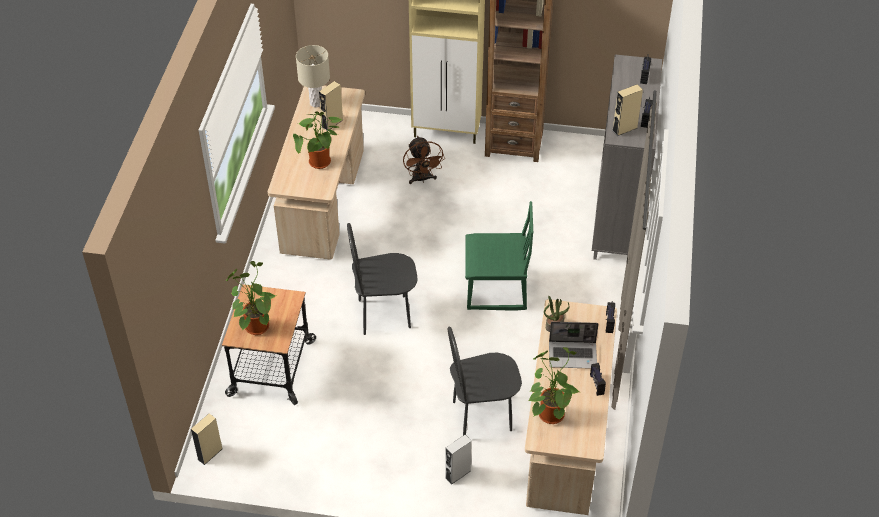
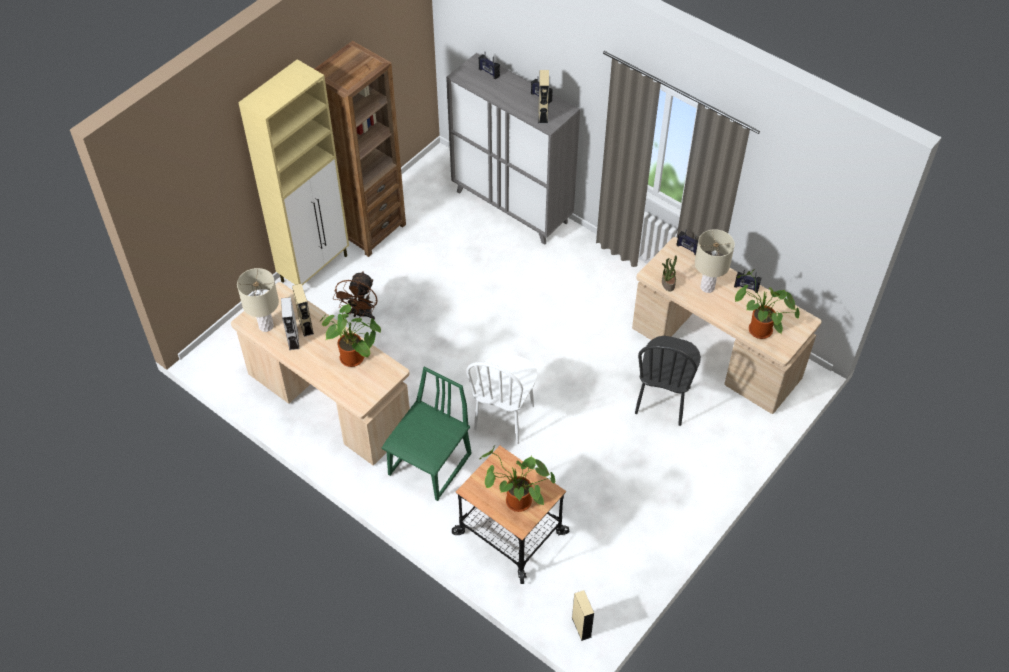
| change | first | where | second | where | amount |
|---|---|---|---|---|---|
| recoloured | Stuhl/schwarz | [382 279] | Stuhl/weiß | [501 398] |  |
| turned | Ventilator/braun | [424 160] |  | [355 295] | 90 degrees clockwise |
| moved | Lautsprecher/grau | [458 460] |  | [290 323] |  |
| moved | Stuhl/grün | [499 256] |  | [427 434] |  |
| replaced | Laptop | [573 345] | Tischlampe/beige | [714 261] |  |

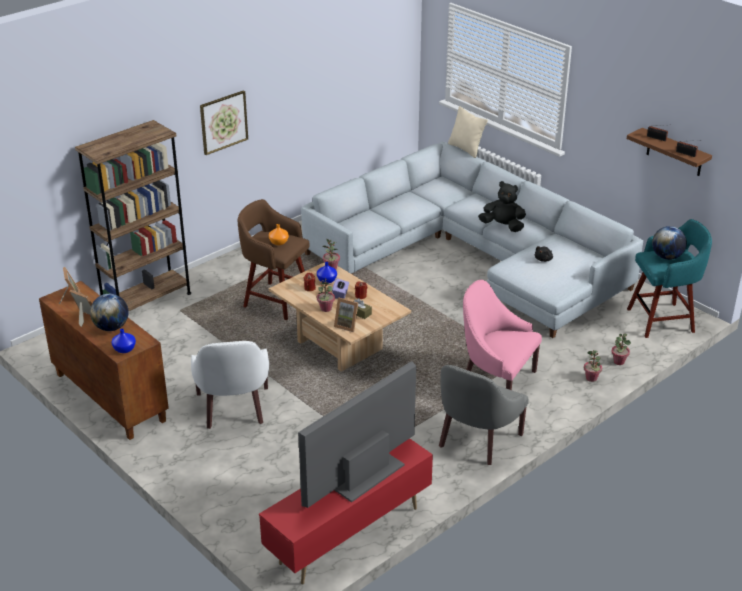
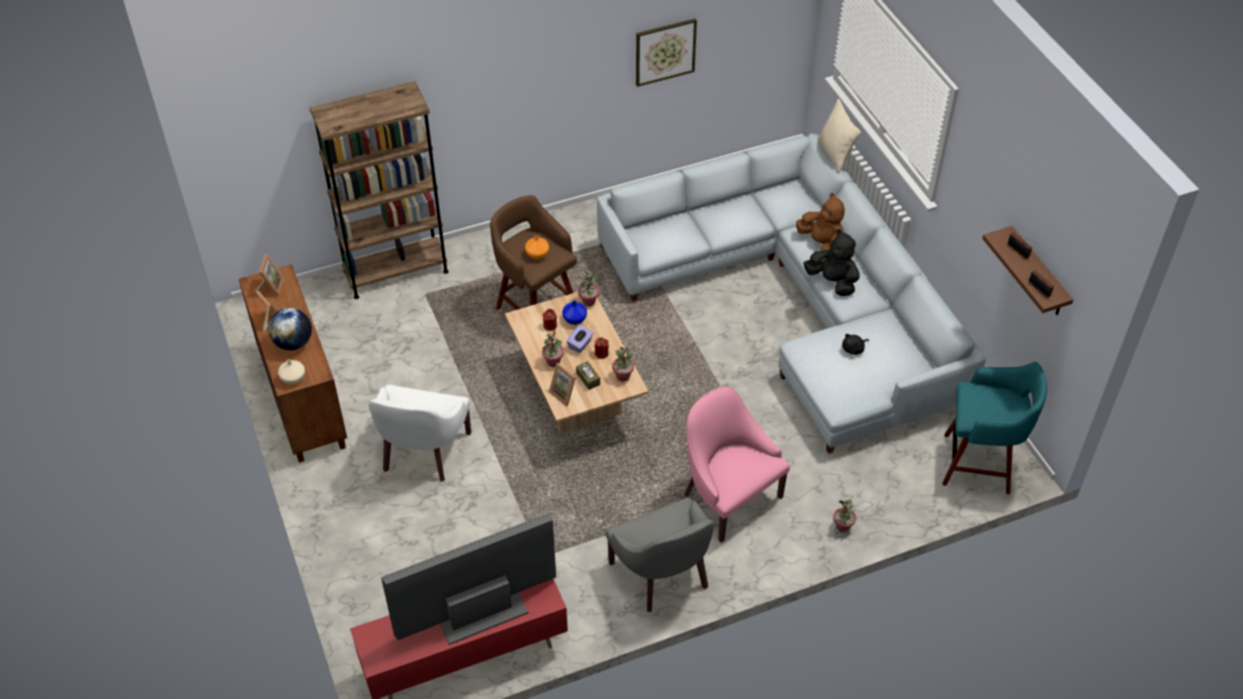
| change | first | where | second | where | amount |
|---|---|---|---|---|---|
| recoloured | Vase/blau | [124 341] | Vase/beige | [291 372] |  |
| moved | Bild | [224 122] |  | [666 52] |  |
| turned | Sessel/grau | [484 415] |  | [660 555] | 75 degrees counterclockwise |
| moved | Topfpflanze | [621 349] |  | [623 364] |  |
| removed | Globus | [669 243] |  |  |  |
| added |  |  | Plüschtier/braun | [820 222] |  |

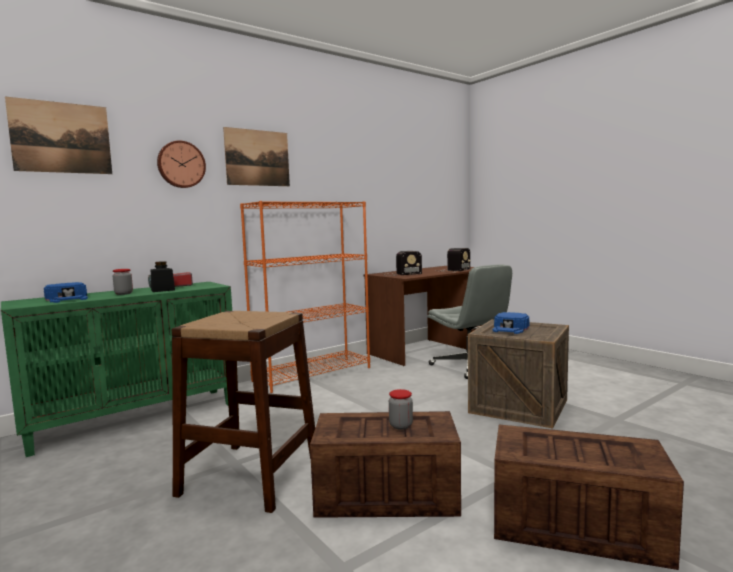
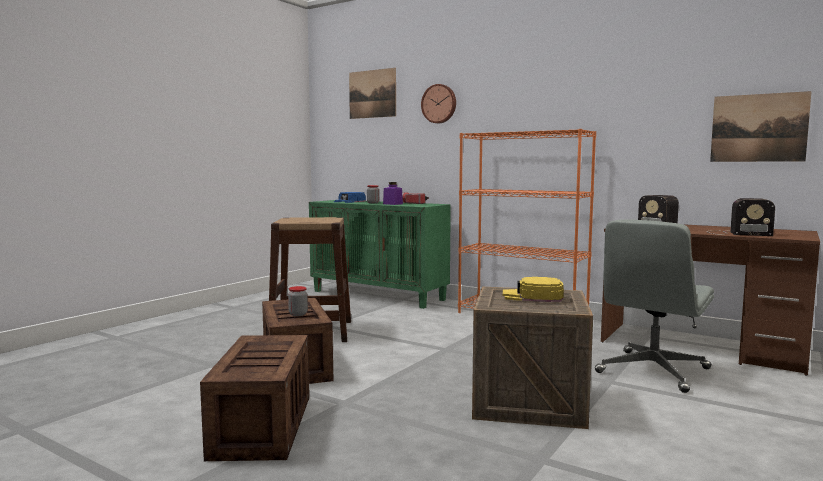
| change | first | where | second | where | amount |
|---|---|---|---|---|---|
| recoloured | Vorratsglas/schwarz | [163 276] | Vorratsglas/lila | [393 193] |  |
| moved | Bild | [256 156] |  | [761 126] |  |
| recoloured | Kappe/blau | [511 323] | Kappe/gelb | [533 289] |  |

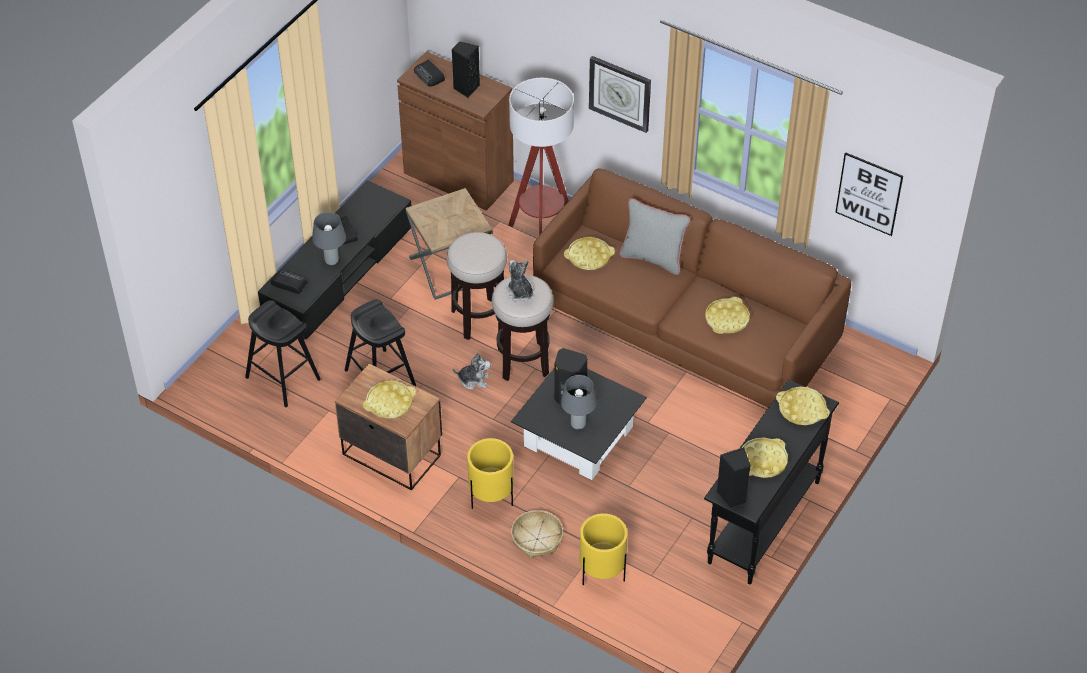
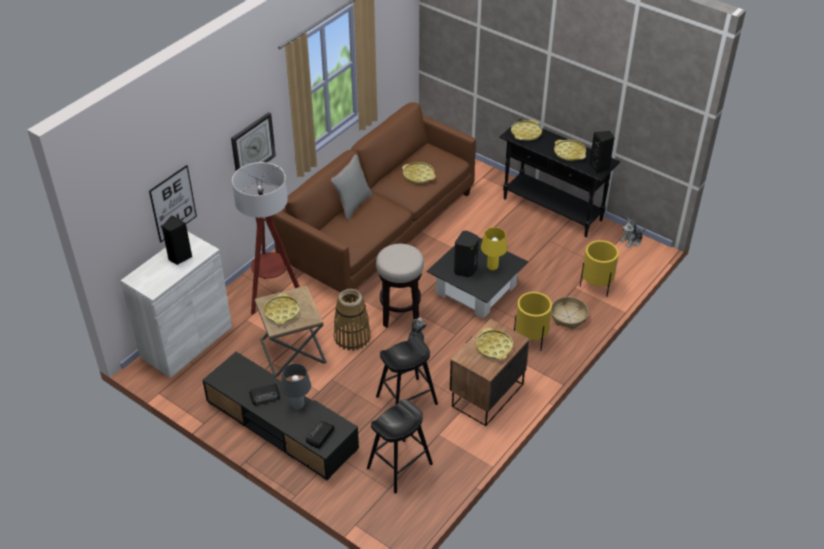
| change | first | where | second | where | amount |
|---|---|---|---|---|---|
| recoloured | Schrank/braun | [455 131] | Schrank/weiß | [176 304] |  |
| removed | Radio | [429 73] |  |  |  |
| replaced | Hocker | [477 286] | Korb | [352 320] |  |
| moved | Plüschtier | [518 281] |  | [632 233] |  |
| recoloured | Tischlampe/grau | [579 402] | Tischlampe/gelb | [494 248] |  |
| moved | Tablett/gelb | [589 253] |  | [282 308] |  |
| moved | Bild | [869 194] |  | [173 203] |  |

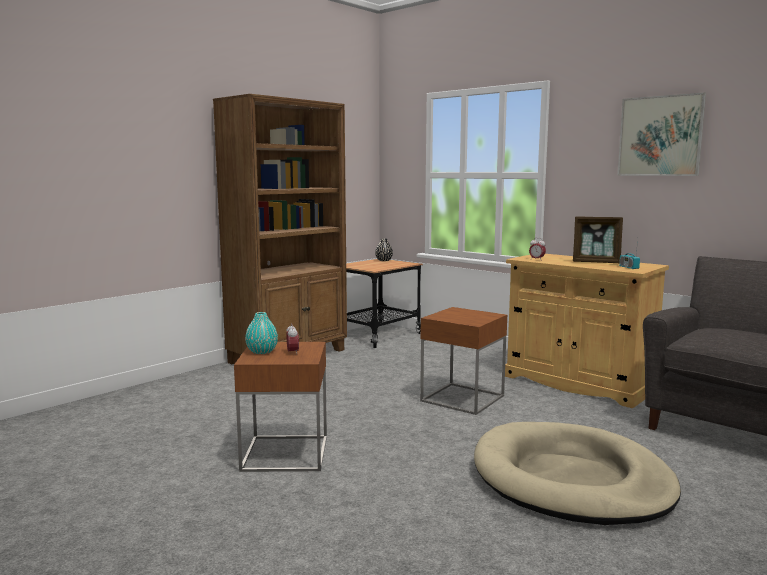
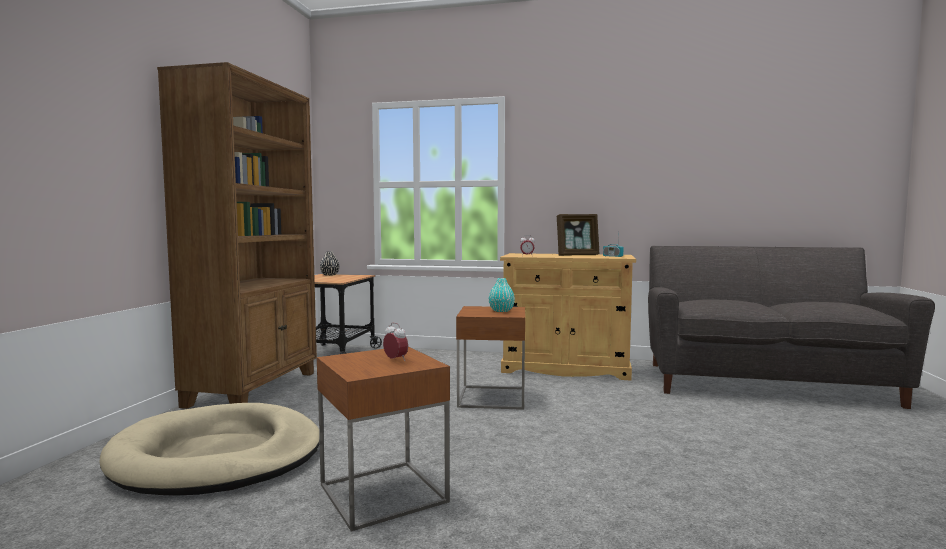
| change | first | where | second | where | amount |
|---|---|---|---|---|---|
| moved | Vase/türkis | [261 333] |  | [502 295] |  |
| moved | Hundebett/beige | [577 473] |  | [210 449] |  |
| removed | Bild | [662 134] |  |  |  |

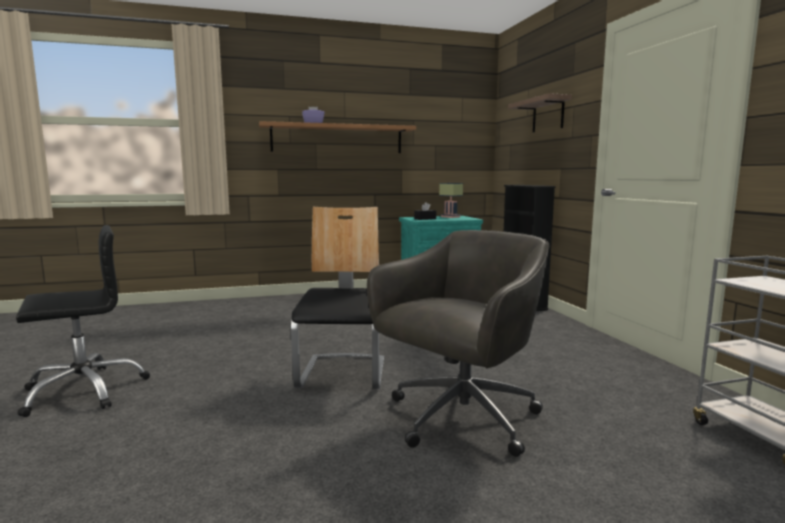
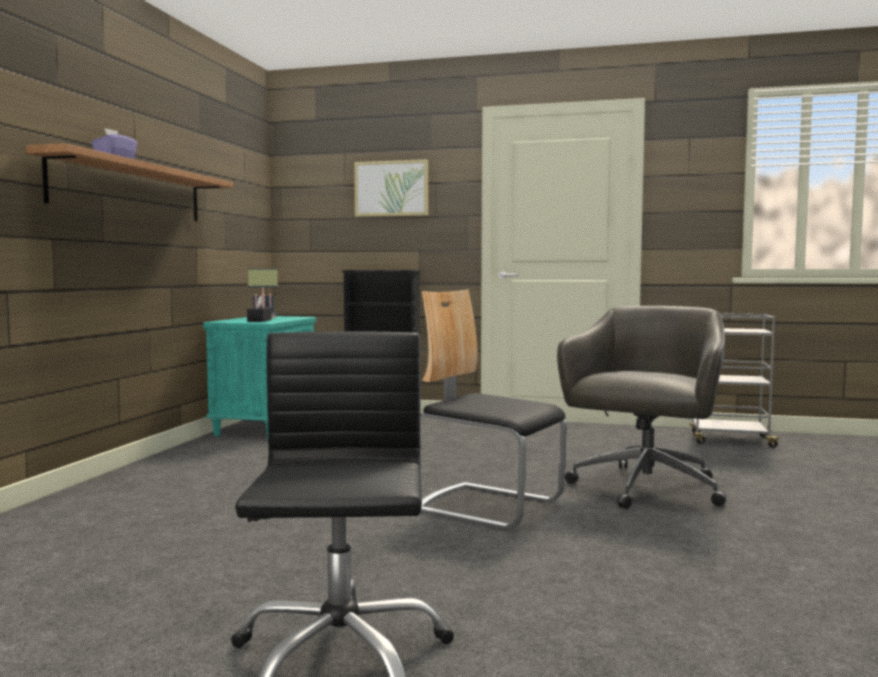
| change | first | where | second | where | amount |
|---|---|---|---|---|---|
| turned | Bürostuhl/grau | [458 343] |  | [641 407] | 45 degrees clockwise |
| replaced | Wandregal | [540 113] | Bild | [391 188] |  |

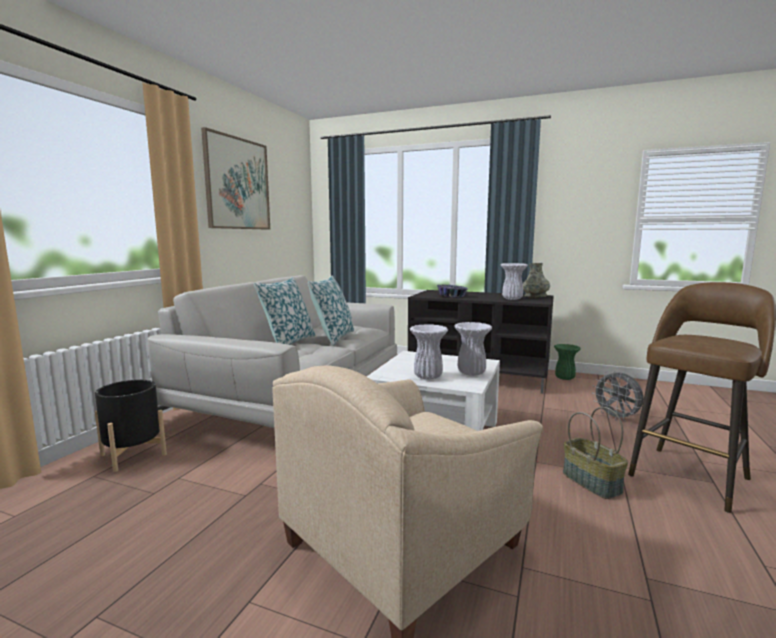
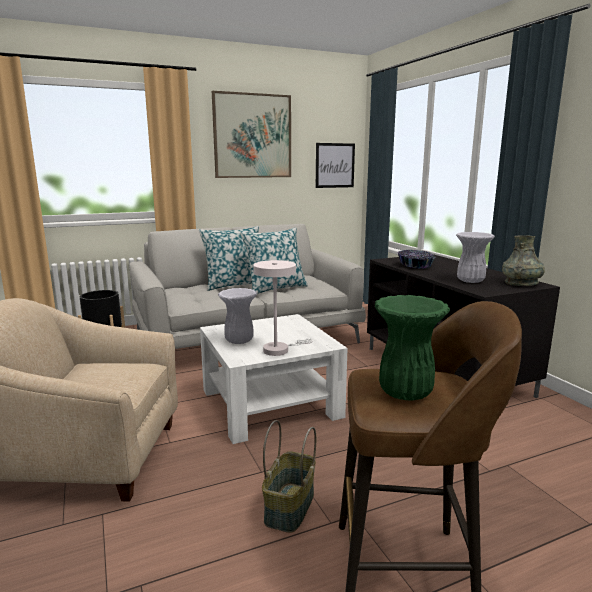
| change | first | where | second | where | amount |
|---|---|---|---|---|---|
| replaced | Vase/weiß | [473 349] | Tischlampe/weiß | [283 308] |  |
| moved | Vase/grün | [567 362] |  | [412 347] |  |
| removed | Ventilator/grau | [618 396] |  |  |  |
| added |  |  | Bild | [335 165] |  |

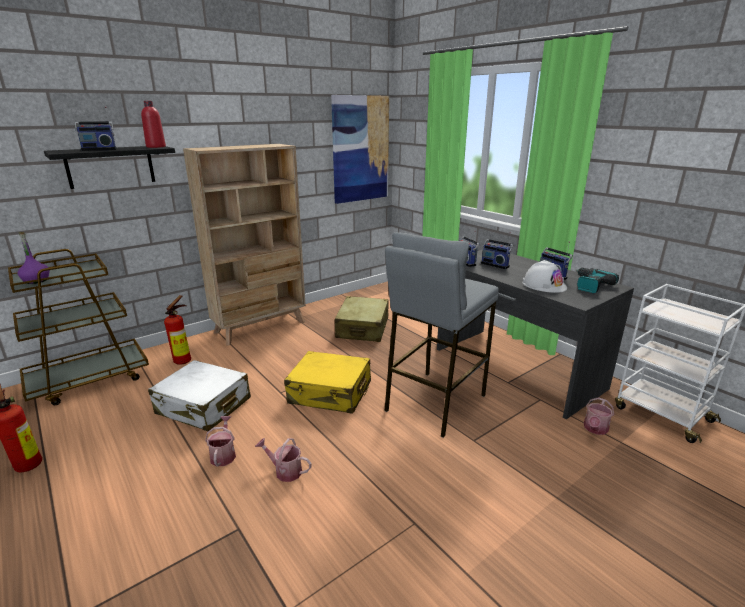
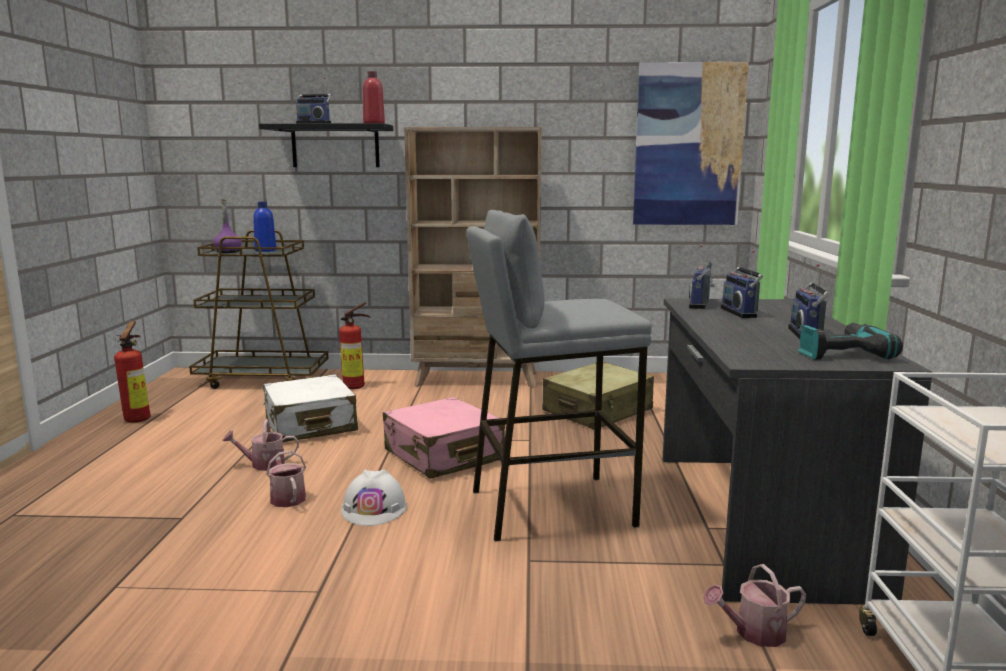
| change | first | where | second | where | amount |
|---|---|---|---|---|---|
| turned | Gießkanne | [220 441] |  | [260 445] | 135 degrees counterclockwise |
| recoloured | Koffer/gelb | [327 382] | Koffer/rosa | [444 438] |  |
| moved | Schutzhelm/weiß | [544 276] |  | [374 497] |  |
| added |  |  | Flasche/blau | [264 226] |  |

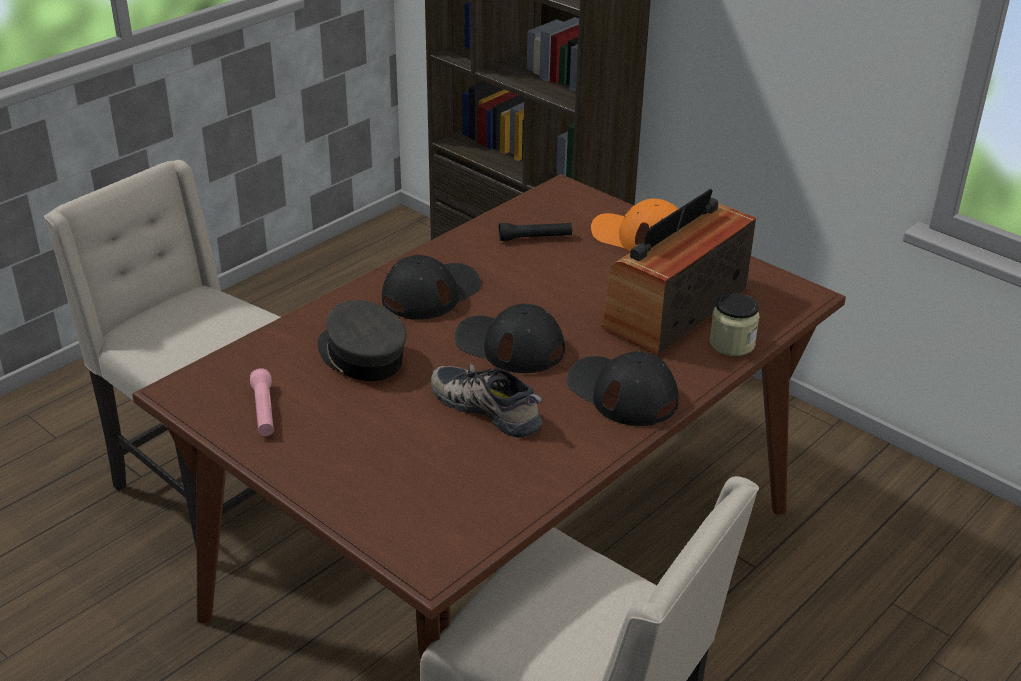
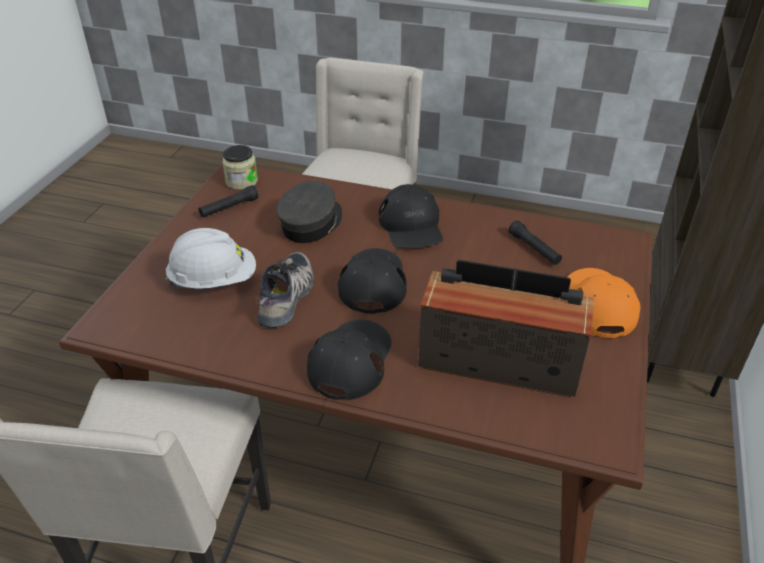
| change | first | where | second | where | amount |
|---|---|---|---|---|---|
| recoloured | Taschenlampe/rosa | [262 402] | Taschenlampe/schwarz | [228 201] |  |
| turned | Kappe/schwarz | [431 287] |  | [411 216] | 60 degrees clockwise |
| moved | Vorratsglas | [734 324] |  | [240 167] |  |
| added |  |  | Schutzhelm/weiß | [211 258] |  |

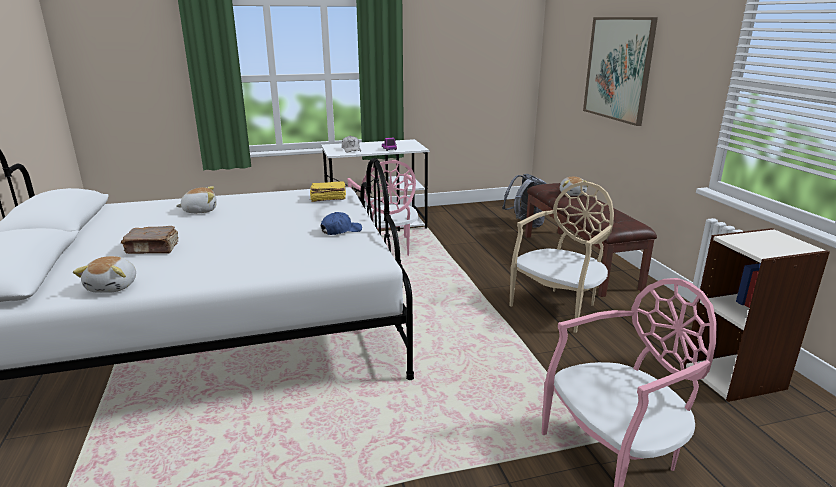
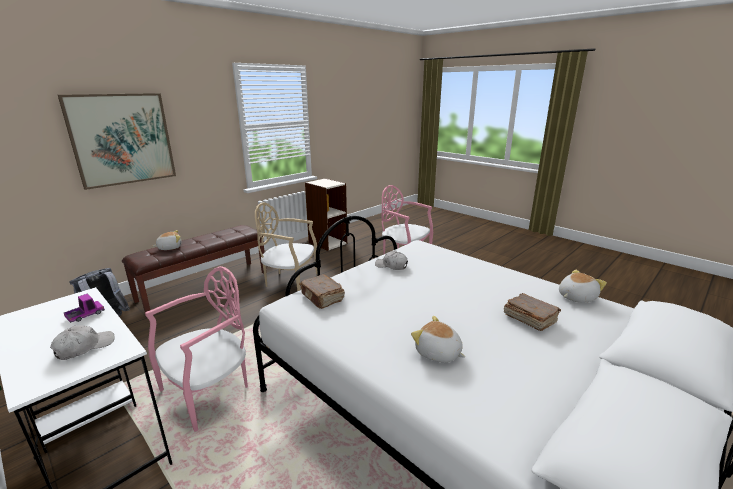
| change | first | where | second | where | amount |
|---|---|---|---|---|---|
| recoloured | Buch/gelb | [328 191] | Buch/braun | [322 291] |  |
| recoloured | Kappe/blau | [341 223] | Kappe/weiß | [391 260] |  |

